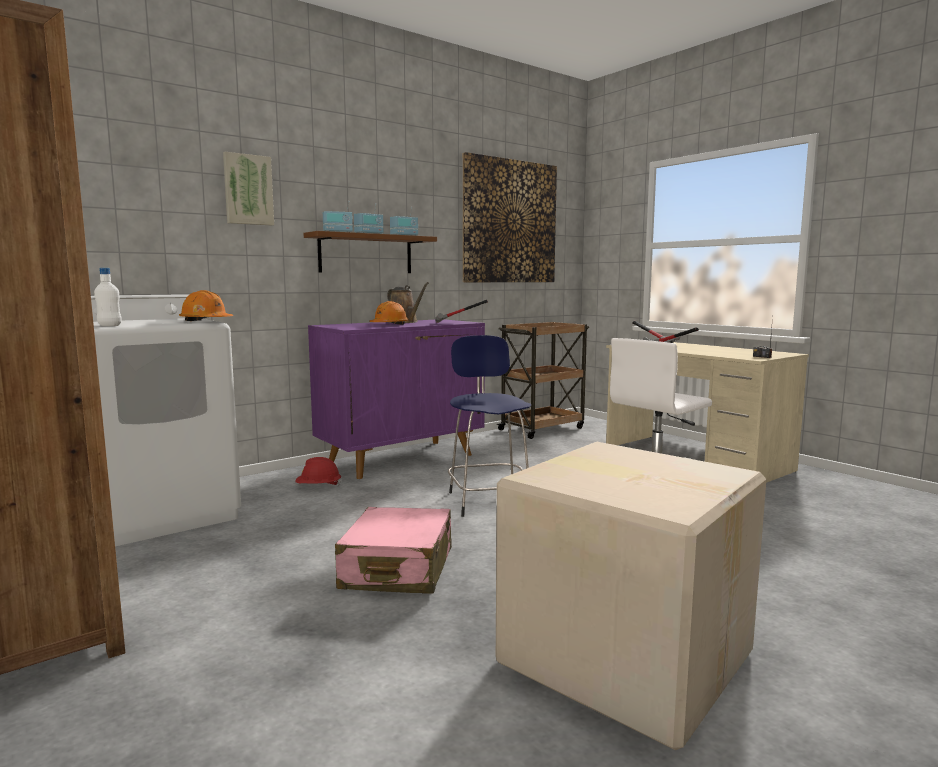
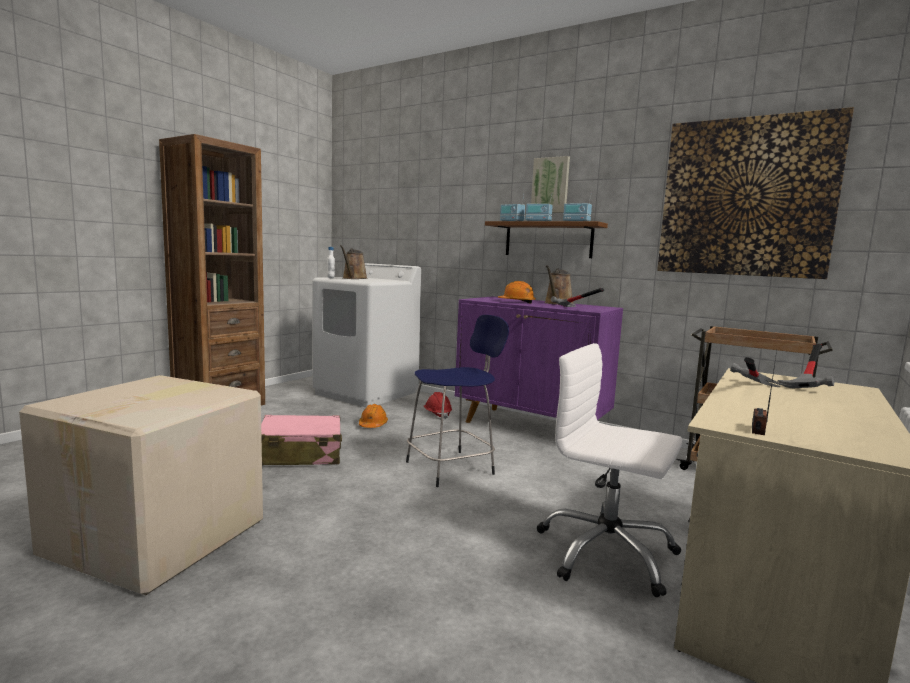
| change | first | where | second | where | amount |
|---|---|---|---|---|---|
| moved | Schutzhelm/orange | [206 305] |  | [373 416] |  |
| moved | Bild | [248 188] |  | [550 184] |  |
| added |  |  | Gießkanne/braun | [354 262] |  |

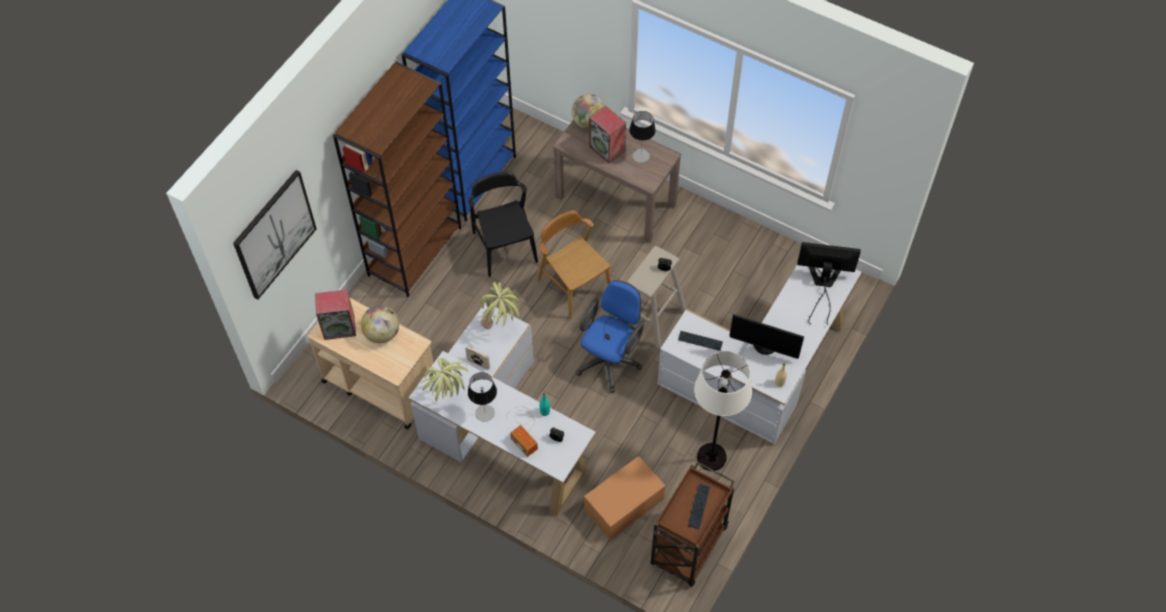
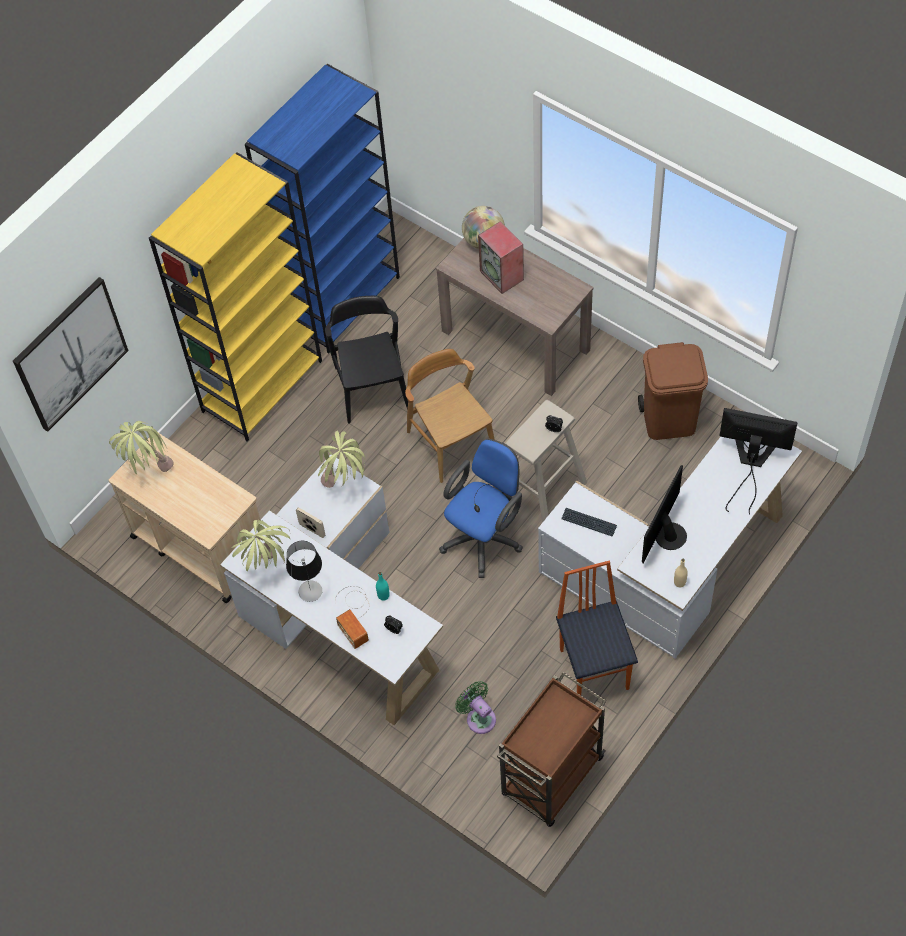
| change | first | where | second | where | amount |
|---|---|---|---|---|---|
| replaced | Lautsprecher | [335 314] | Topfpflanze | [141 448] |  |
| recoloured | Bücherregal/braun | [397 179] | Bücherregal/gelb | [235 296] |  |
| removed | Globus | [380 324] |  |  |  |
| replaced | Karton | [624 498] | Ventilator/grün | [475 707] |  |
| removed | Tischlampe | [642 137] |  |  |  |
| removed | Tastatur | [699 506] |  |  |  |
| replaced | Stehlampe/weiß | [723 411] | Stuhl | [597 628] |  |
| turned | Monitor | [766 336] |  | [664 514] | 90 degrees clockwise |
| added |  |  | Mülleimer/braun | [673 391] |  |

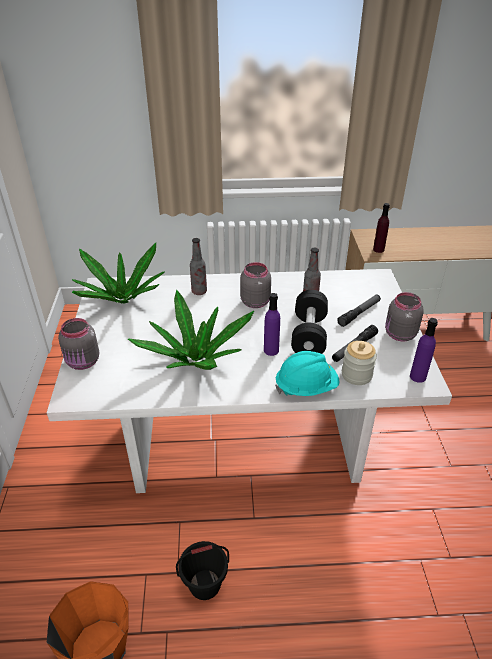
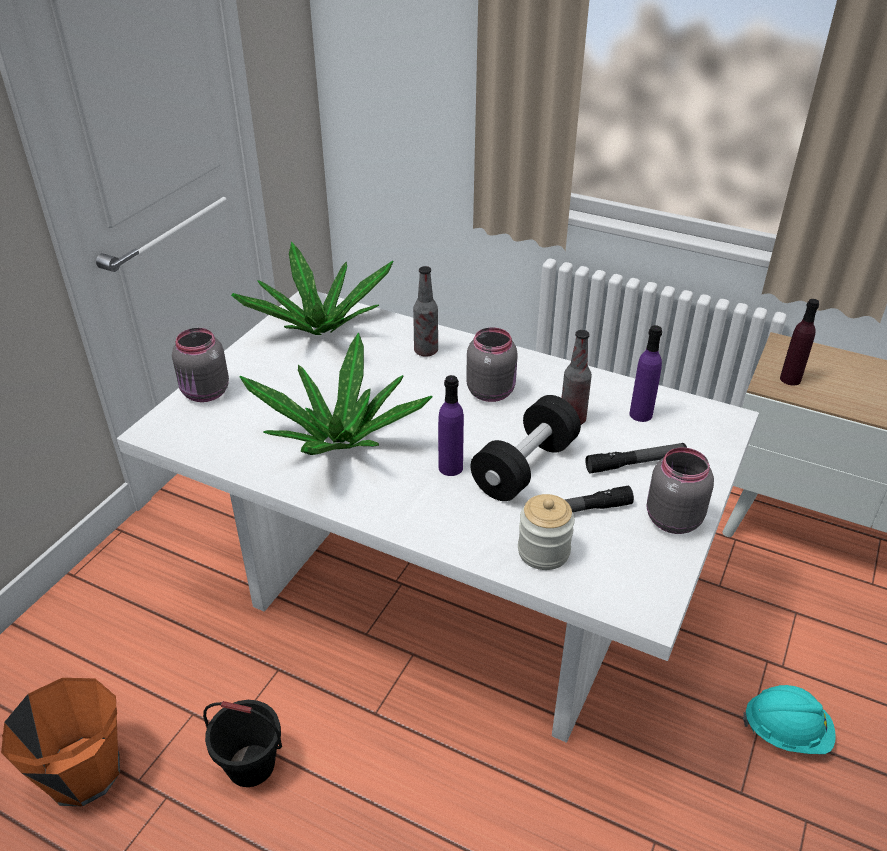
| change | first | where | second | where | amount |
|---|---|---|---|---|---|
| moved | Schutzhelm/türkis | [307 373] |  | [789 719] |  |
| moved | Flasche/lila | [424 350] |  | [645 373] |  |

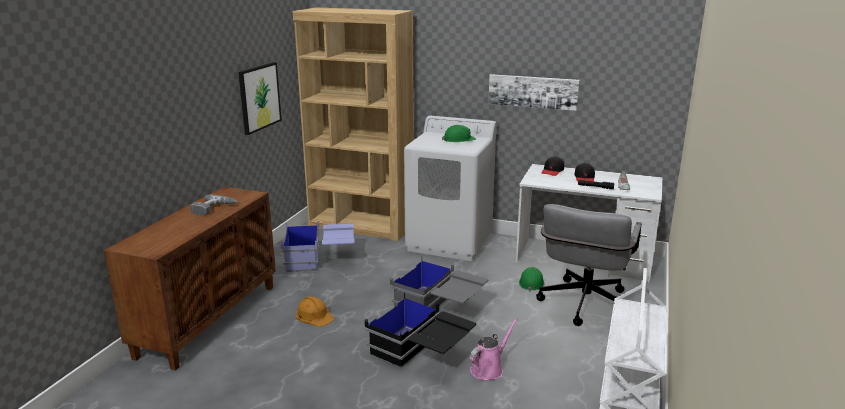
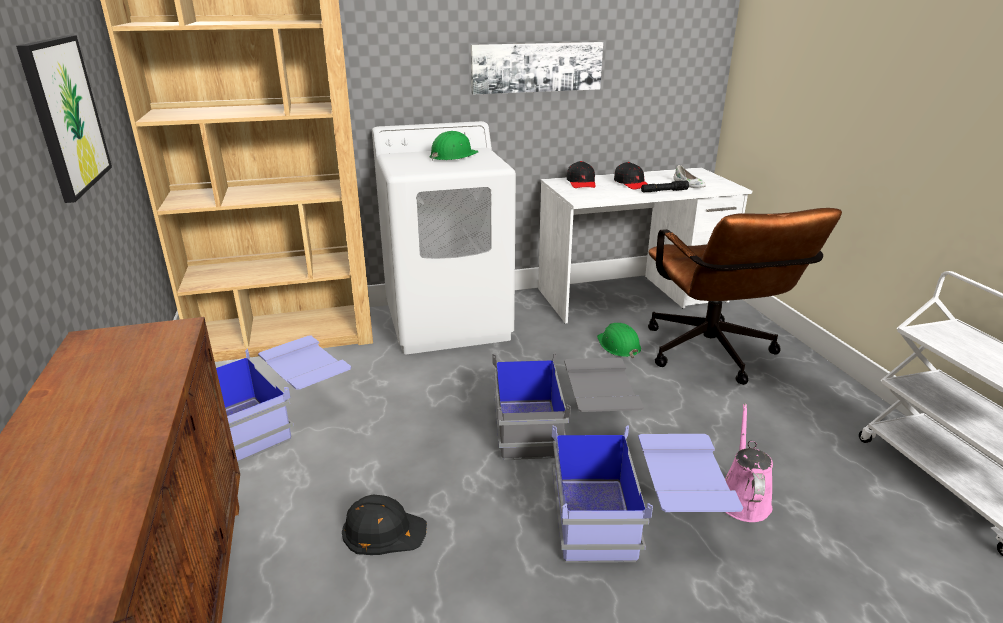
| change | first | where | second | where | amount |
|---|---|---|---|---|---|
| removed | Bohrmaschine | [214 205] |  |  |  |
| recoloured | Schutzhelm/orange | [315 311] | Schutzhelm/schwarz | [384 525] |  |
| recoloured | Aufbewahrungsbox/schwarz | [420 330] | Aufbewahrungsbox/blau | [647 494] |  |
| recoloured | Bürostuhl/grau | [589 265] | Bürostuhl/braun | [745 296] |  |

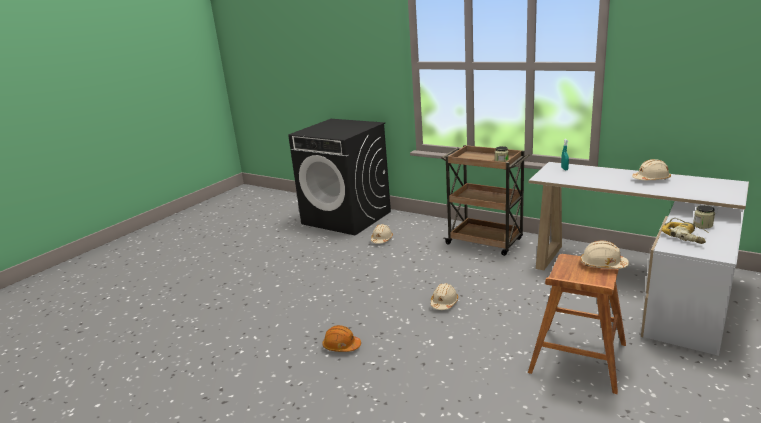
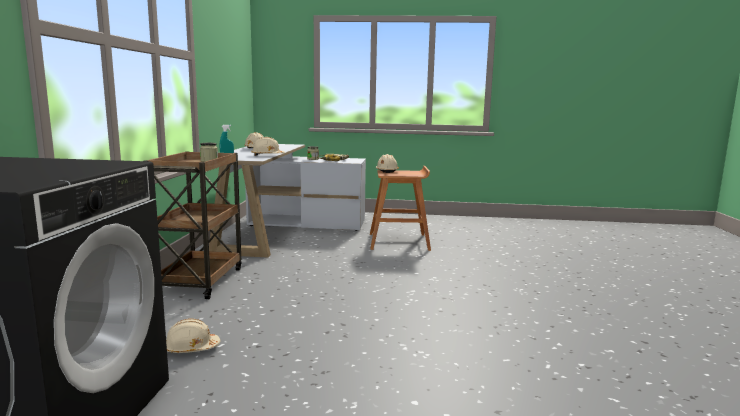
| change | first | where | second | where | amount |
|---|---|---|---|---|---|
| removed | Schutzhelm/orange | [341 338] |  |  |  |
| moved | Schutzhelm/beige | [444 296] |  | [268 146] |  |

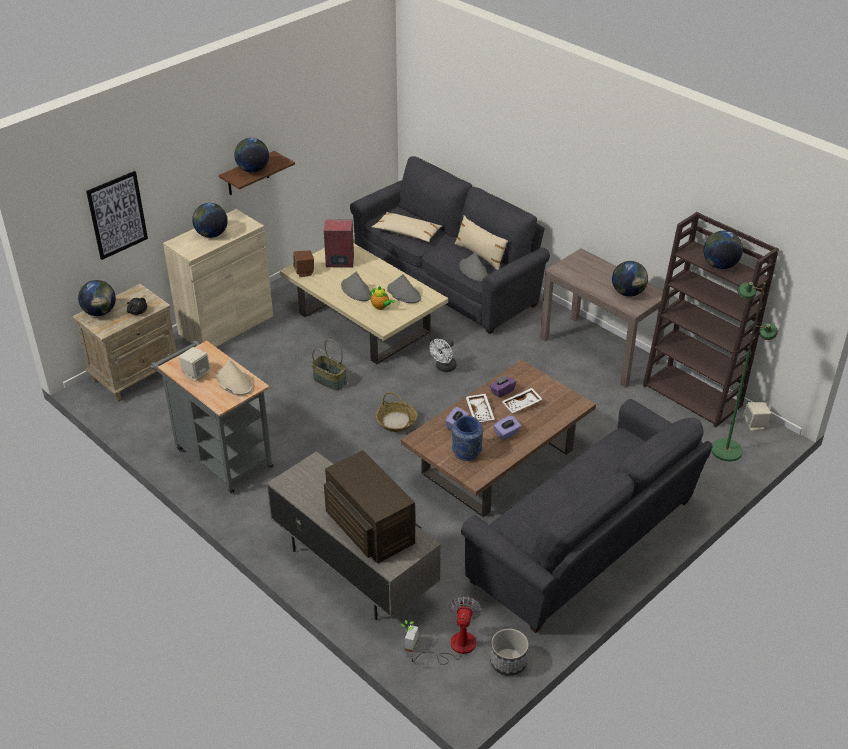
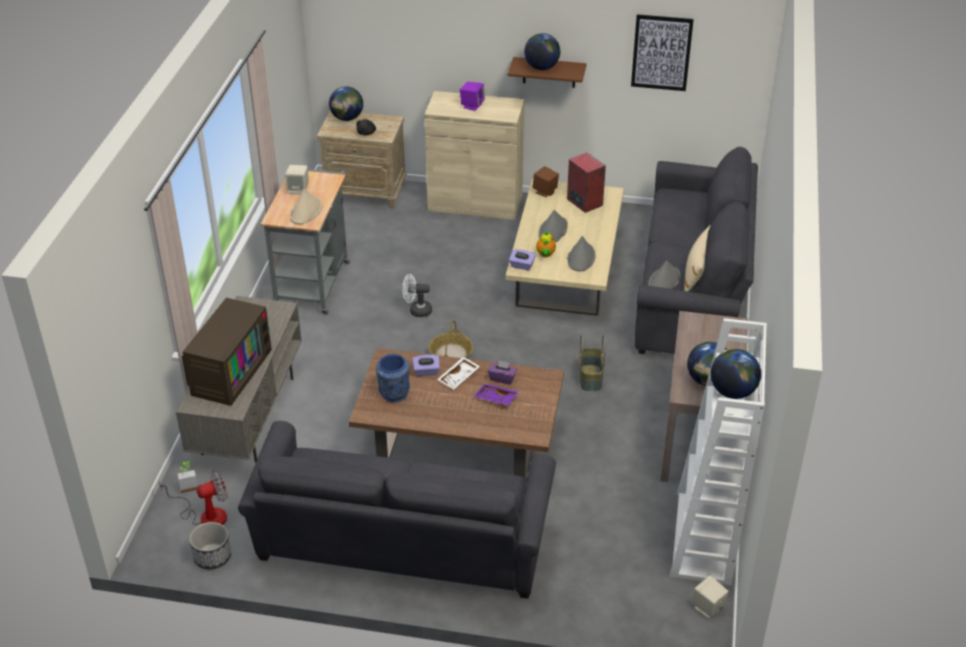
| change | first | where | second | where | amount |
|---|---|---|---|---|---|
| moved | Bild | [117 215] |  | [662 52] |  |
| replaced | Globus | [210 220] | Lautsprecher/lila | [472 96] |  |
| moved | Korb | [329 365] |  | [592 363] |  |
| removed | Kissen/beige | [407 227] |  |  |  |
| moved | Ventilator/weiß | [443 355] |  | [417 295] |  |
| moved | Taschentuchbox/lila | [507 428] |  | [522 259] |  |
| recoloured | Tablett/weiß | [522 400] | Tablett/lila | [496 394] |  |
| recoloured | Bücherregal/braun | [711 320] | Bücherregal/weiß | [718 451] |  |
| removed | Stehlampe/grün | [744 371] |  |  |  |

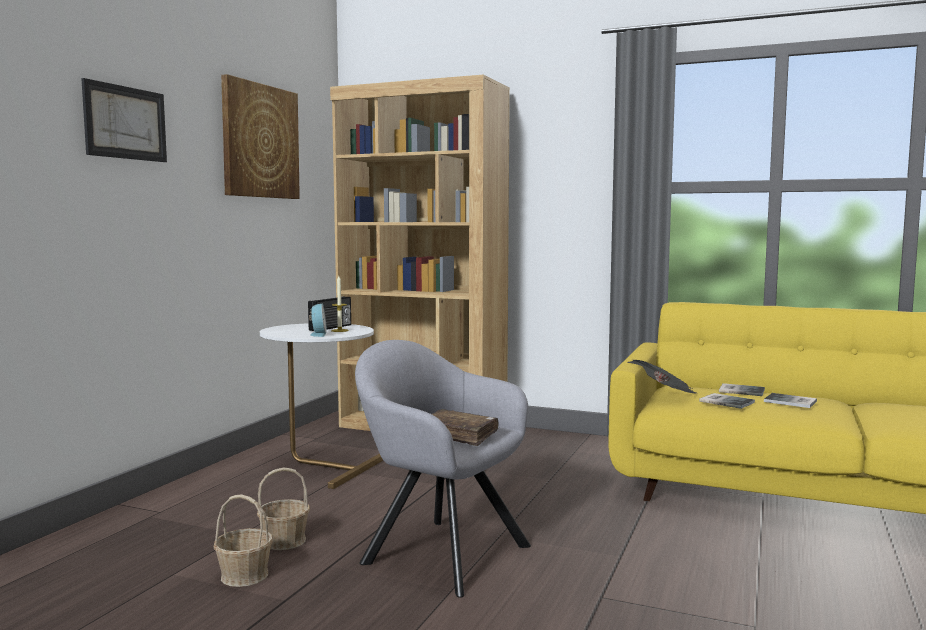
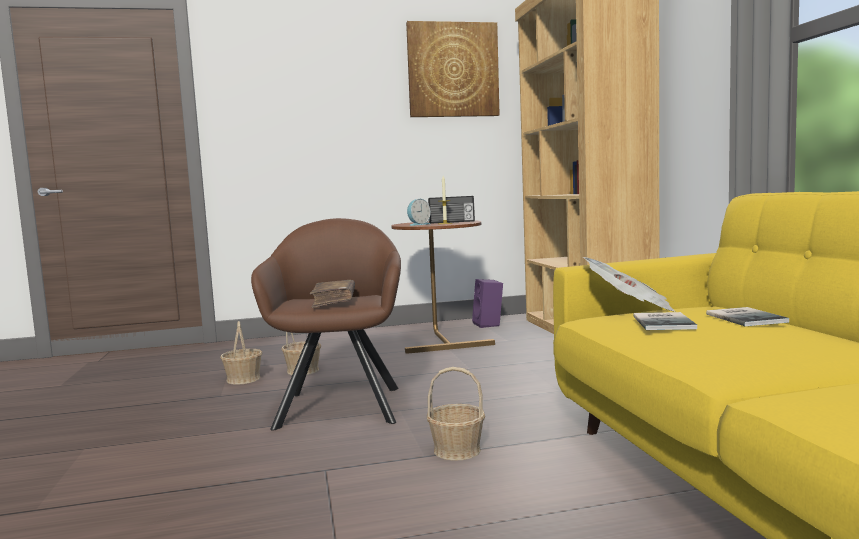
| change | first | where | second | where | amount |
|---|---|---|---|---|---|
| removed | Bild | [124 120] |  |  |  |
| recoloured | Beistelltisch/weiß | [321 406] | Beistelltisch/braun | [443 287] |  |
| recoloured | Sessel/grau | [443 469] | Sessel/braun | [326 324] |  |
| removed | Buch | [790 400] |  |  |  |
| added |  |  | Korb | [456 414] |  |
| added |  |  | Lautsprecher/lila | [487 303] |  |

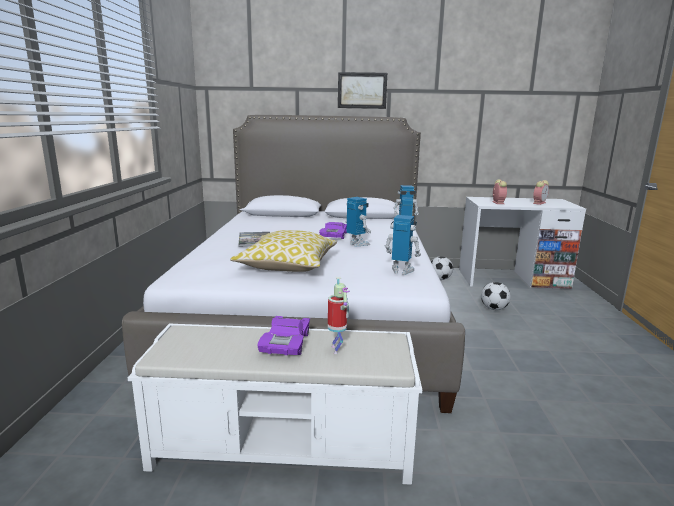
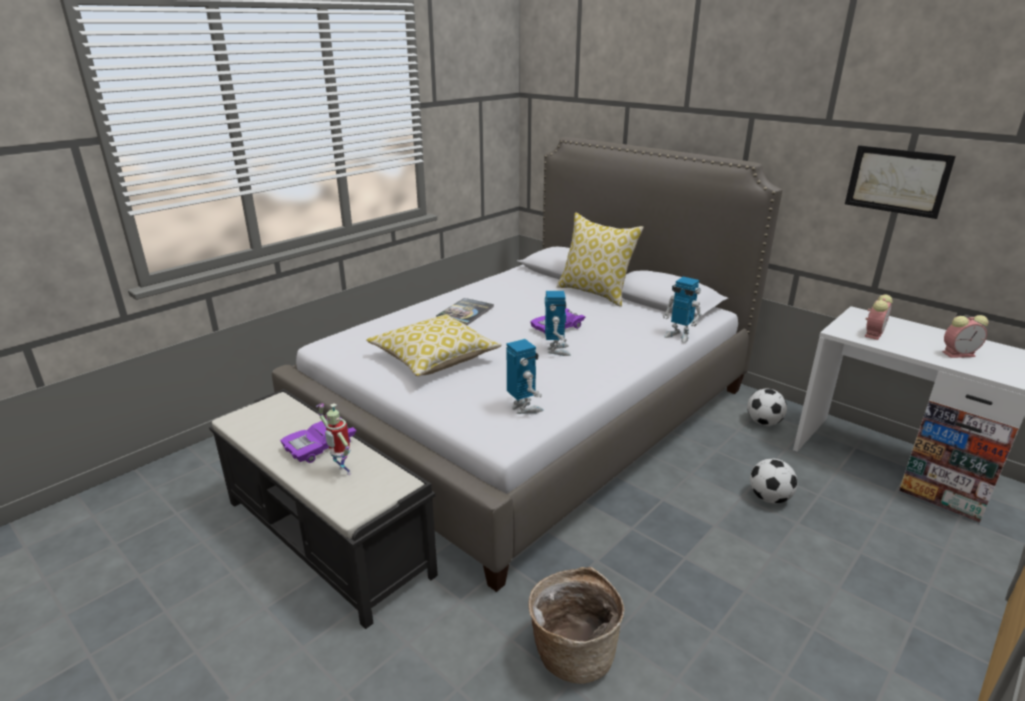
| change | first | where | second | where | amount |
|---|---|---|---|---|---|
| recoloured | Bank/weiß | [275 404] | Bank/schwarz | [323 509] |  |
| turned | Spielzeugroboter | [339 315] |  | [333 439] | 105 degrees clockwise |
| moved | Bild | [362 90] |  | [900 182] |  |
| added |  |  | Korb | [576 625] |  |
| added |  |  | Kissen | [600 260] |  |

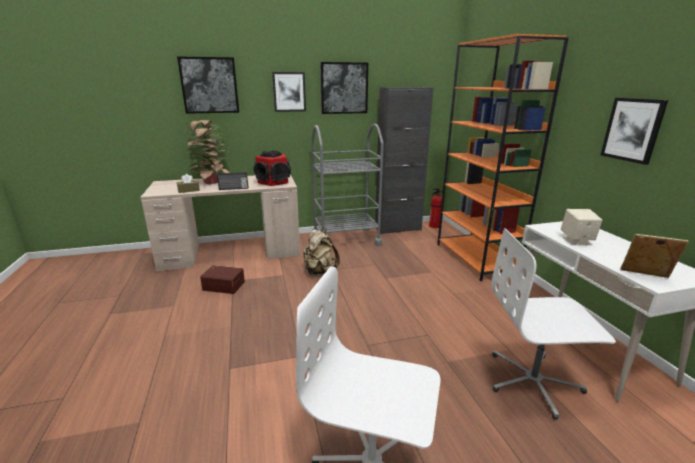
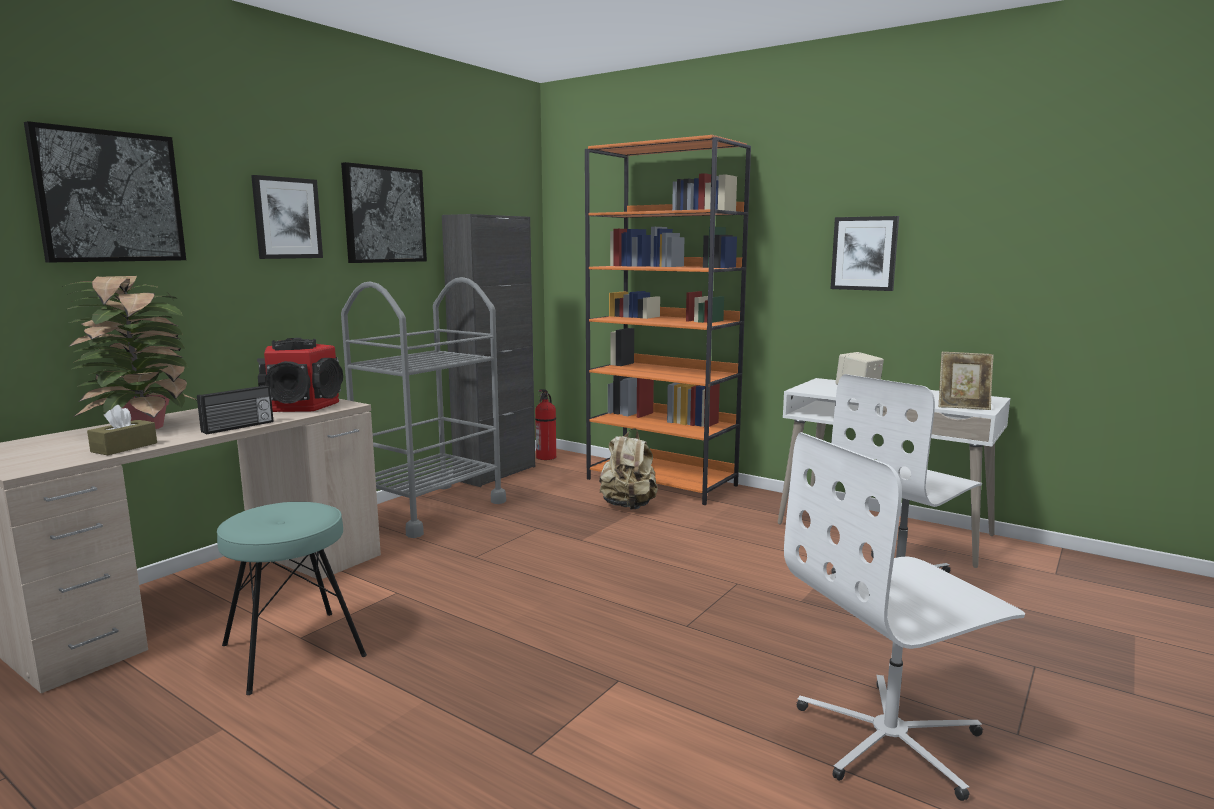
| change | first | where | second | where | amount |
|---|---|---|---|---|---|
| replaced | Aufbewahrungsbox/braun | [222 279] | Hocker/türkis | [292 598] |  |
| moved | Rucksack/beige | [321 251] |  | [628 469] |  |
| turned | Bilderrahmen | [654 256] |  | [966 381] | 150 degrees counterclockwise |

